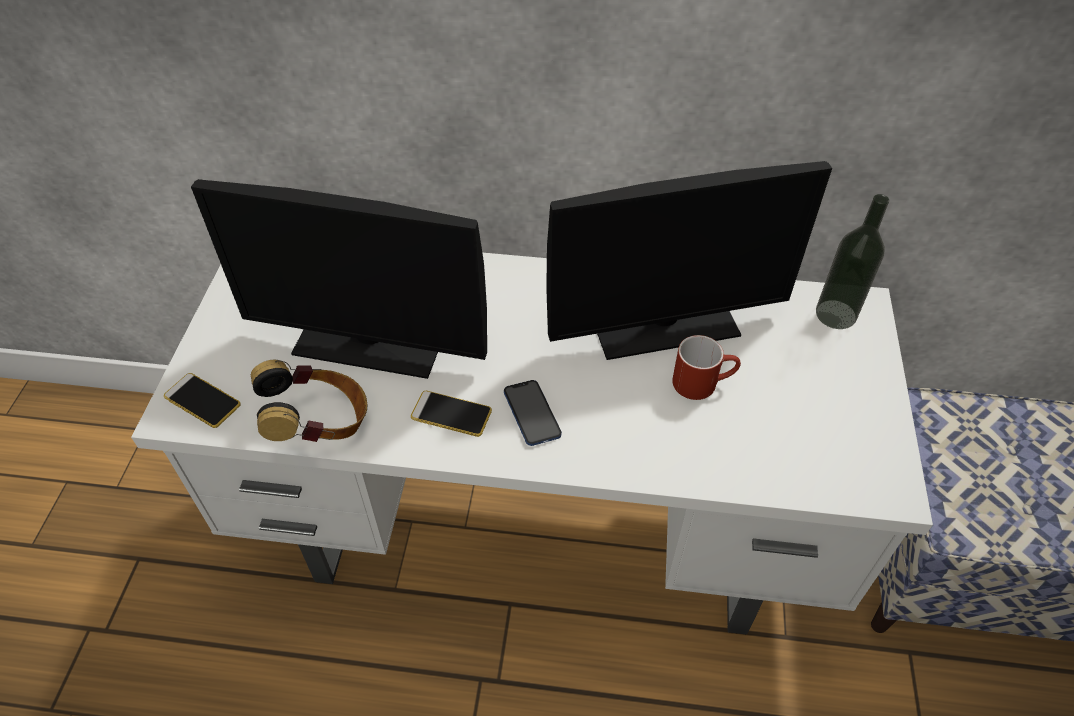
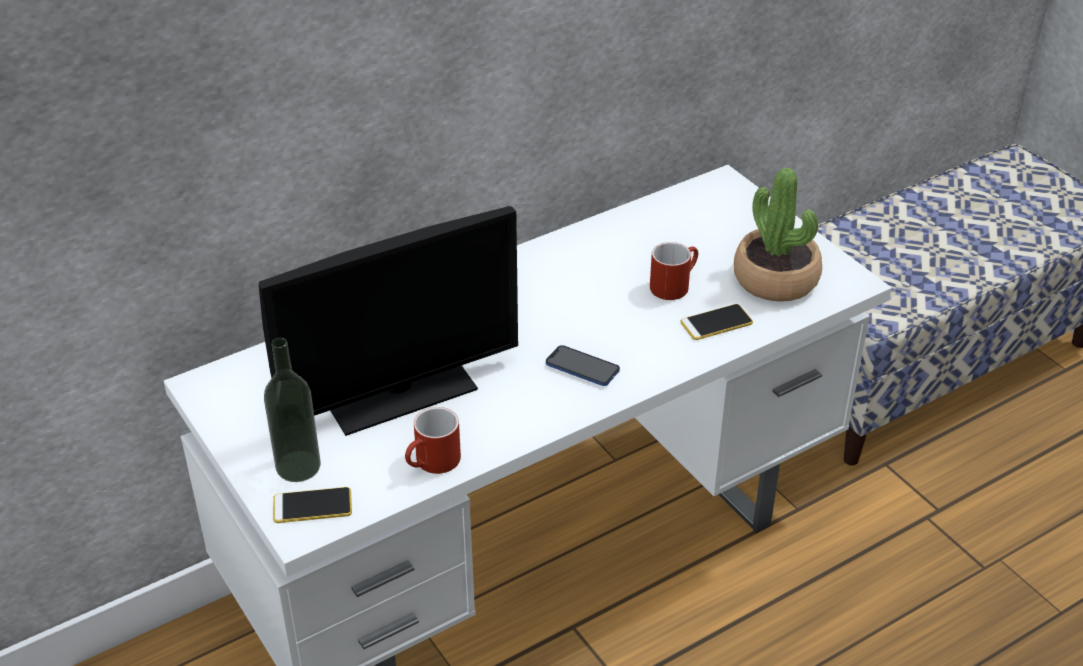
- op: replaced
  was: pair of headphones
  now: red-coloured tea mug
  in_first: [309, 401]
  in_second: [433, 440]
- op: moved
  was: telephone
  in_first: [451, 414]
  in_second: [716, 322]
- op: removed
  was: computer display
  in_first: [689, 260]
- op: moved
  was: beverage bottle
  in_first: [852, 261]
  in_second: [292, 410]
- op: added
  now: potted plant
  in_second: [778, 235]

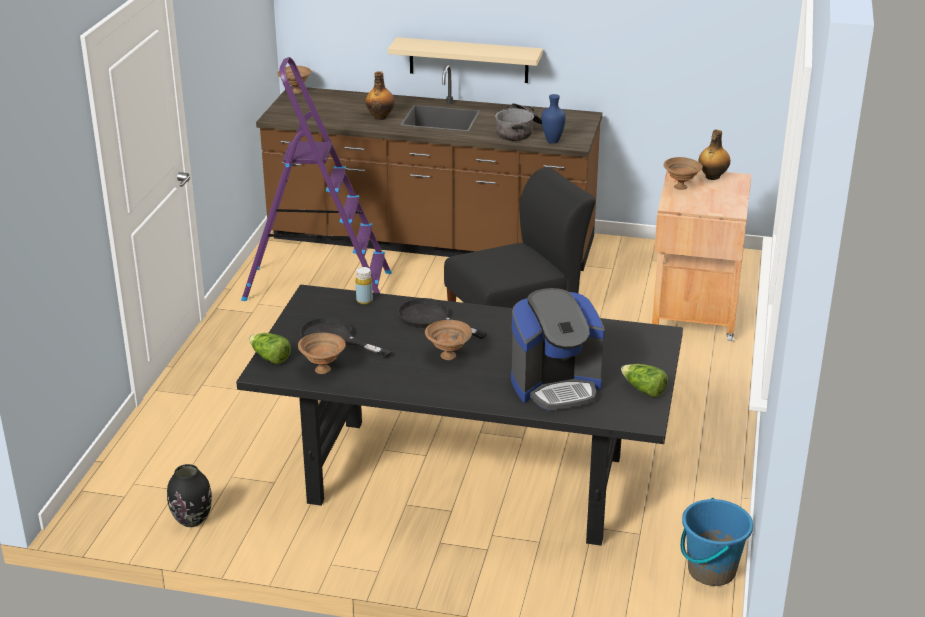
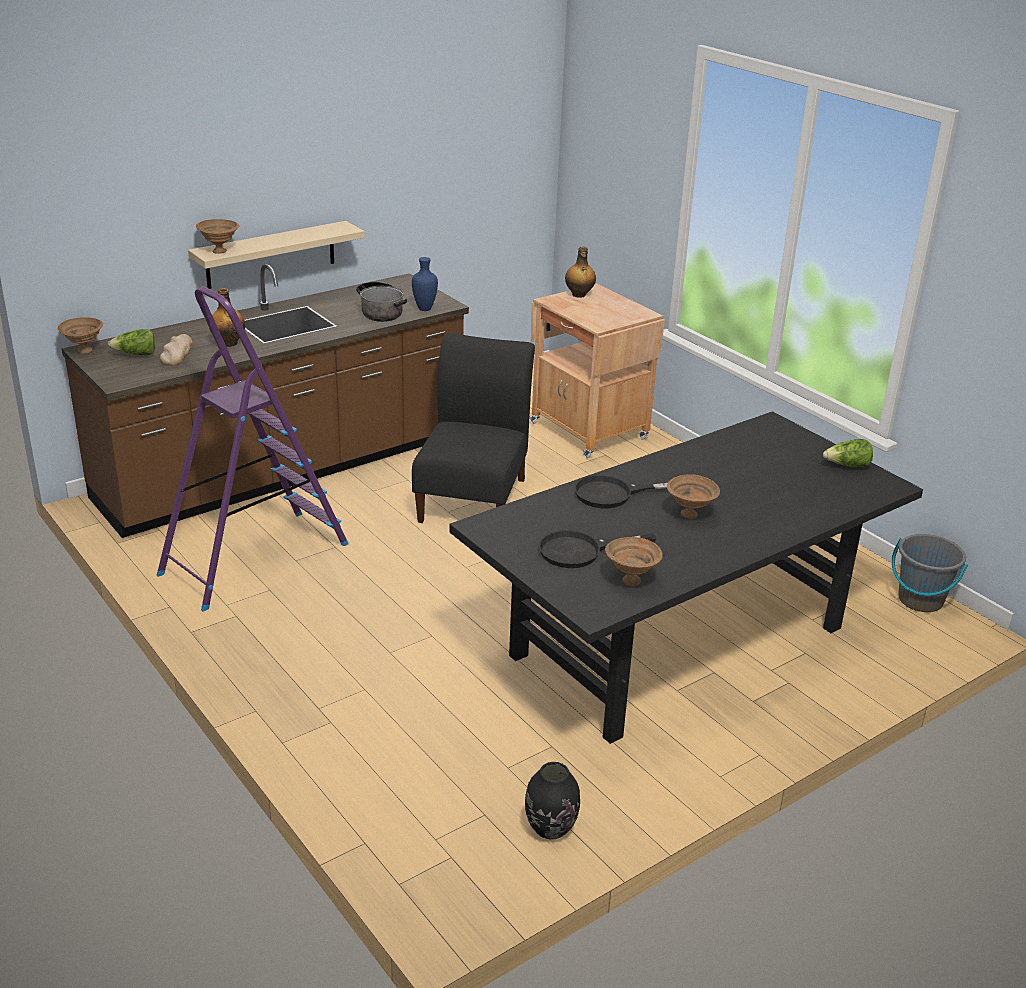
- op: moved
  was: head of lettuce
  in_first: [270, 348]
  in_second: [131, 342]
- op: removed
  was: yellow-coloured beverage bottle
  in_first: [364, 285]
- op: removed
  was: coffee brewer
  in_first: [558, 349]
- op: moved
  was: brown deep dish
  in_first: [683, 173]
  in_second: [217, 236]
- op: recoloured
  was: blue bucket
  now: greyish bucket
  in_first: [716, 542]
  in_second: [929, 573]
- op: added
  now: bread
  in_second: [176, 349]

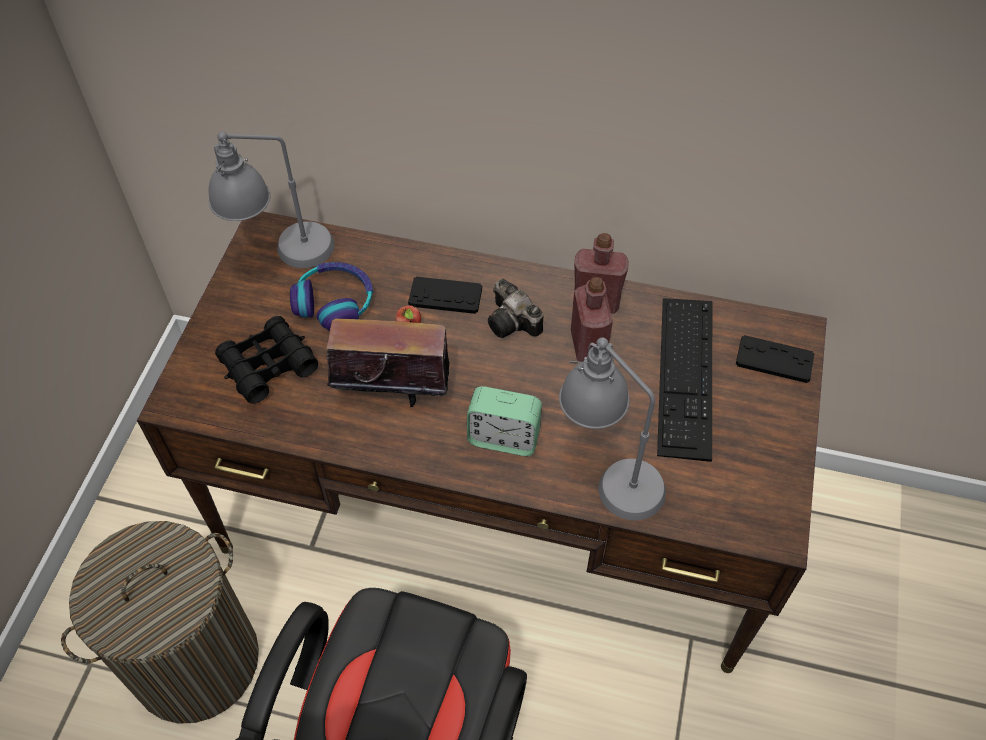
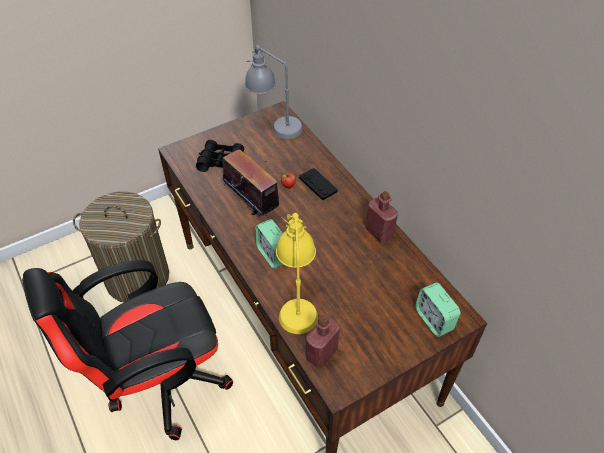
- op: removed
  was: pair of headphones
  in_first: [331, 296]
- op: removed
  was: photo camera
  in_first: [515, 308]
- op: recoloured
  was: greyish table lamp
  now: yellow-coloured table lamp
  in_first: [612, 429]
  in_second: [297, 273]
- op: moved
  was: red-coloured beverage bottle
  in_first: [592, 319]
  in_second: [323, 341]
- op: removed
  was: PC keyboard
  in_first: [684, 380]
- op: replaced
  was: blackish game controller
  now: bedside clock
  in_first: [775, 359]
  in_second: [438, 309]

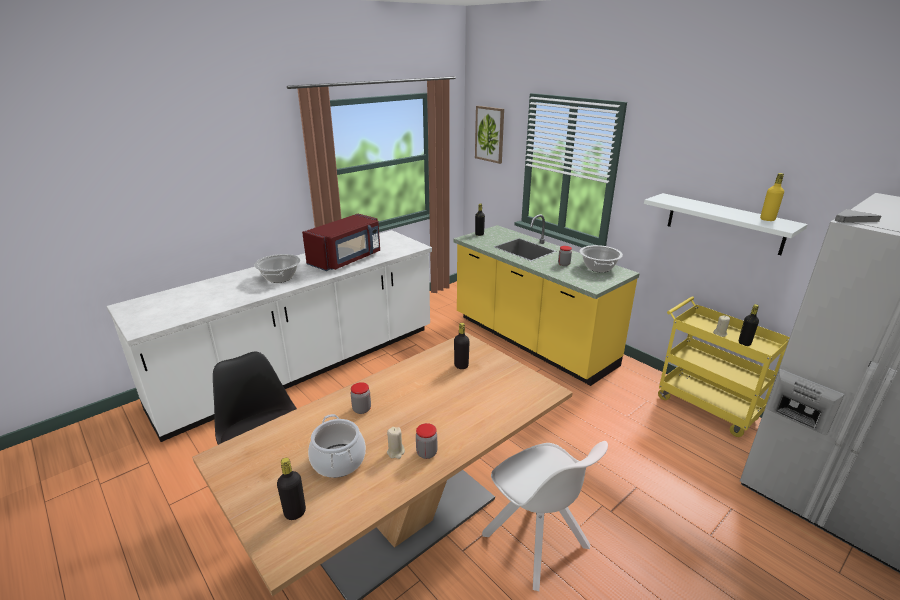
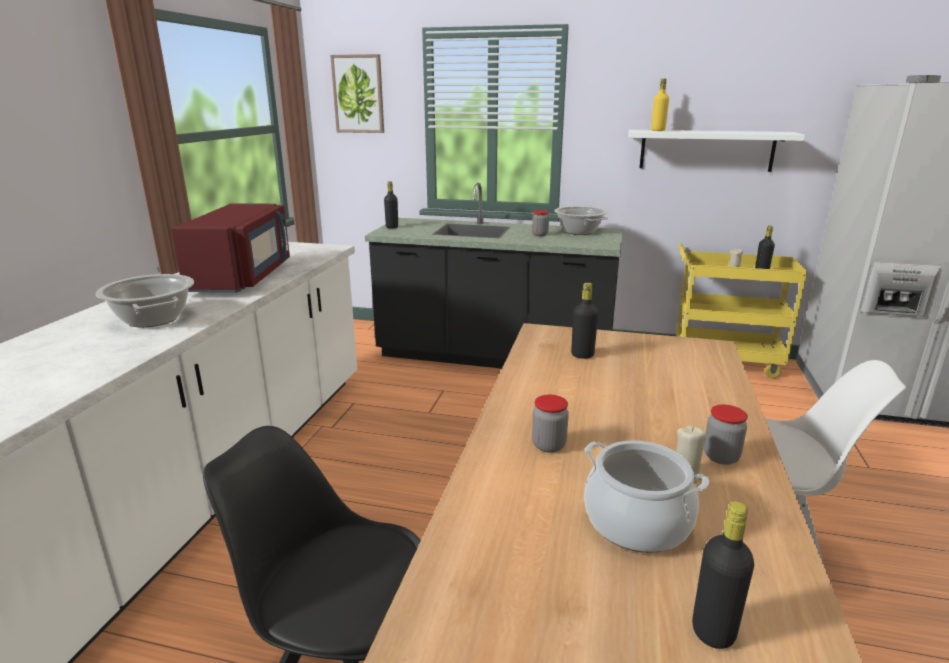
- op: recoloured
  was: yellow-coloured kitchen base unit
  now: blackish kitchen base unit
  in_first: [546, 300]
  in_second: [494, 276]
- op: moved
  was: yellow-coloured beverage bottle
  in_first: [772, 197]
  in_second: [660, 104]

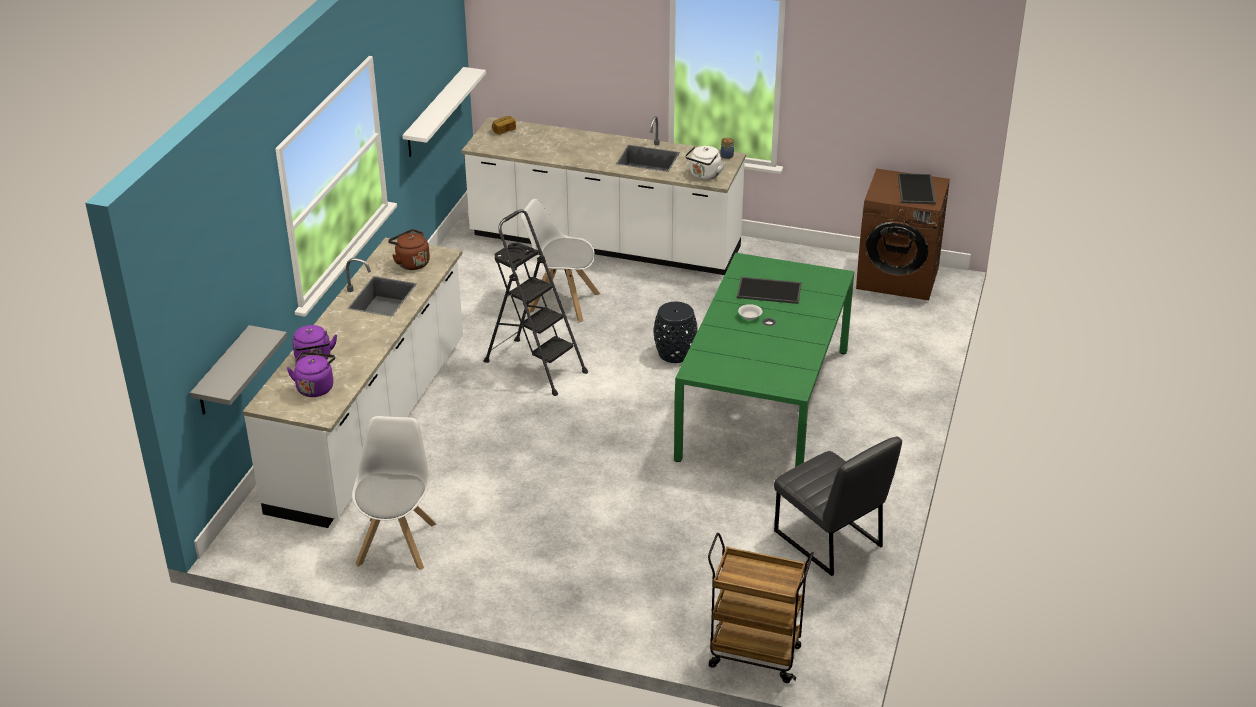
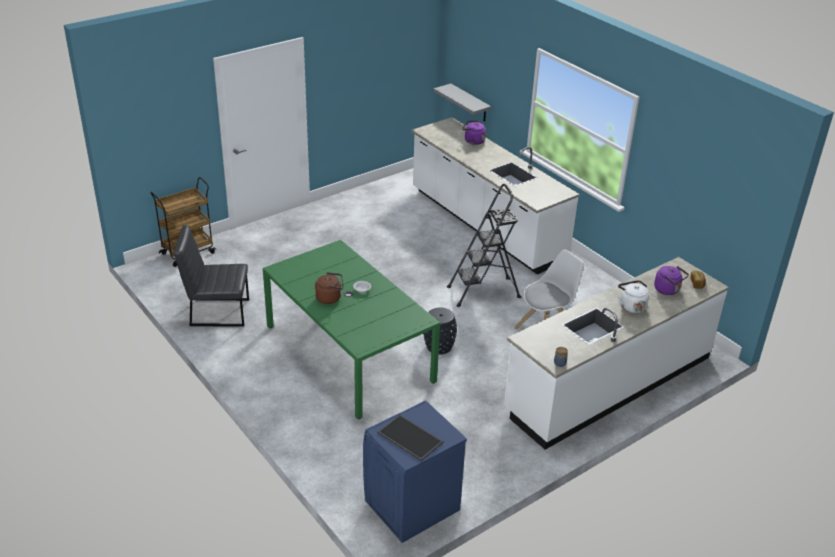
- op: moved
  was: purple-coloured water kettle
  in_first: [310, 374]
  in_second: [671, 280]
- op: removed
  was: plain chair
  in_first: [394, 493]
- op: moved
  was: brown water kettle
  in_first: [409, 249]
  in_second: [329, 288]
- op: removed
  was: white bracket shelf
  in_first: [444, 112]
- op: moved
  was: white water kettle
  in_first: [705, 163]
  in_second: [633, 296]
- op: removed
  was: tray
  in_first: [769, 290]
- op: recoloured
  was: brown laundry machine
  now: blue laundry machine
  in_first: [903, 235]
  in_second: [415, 471]

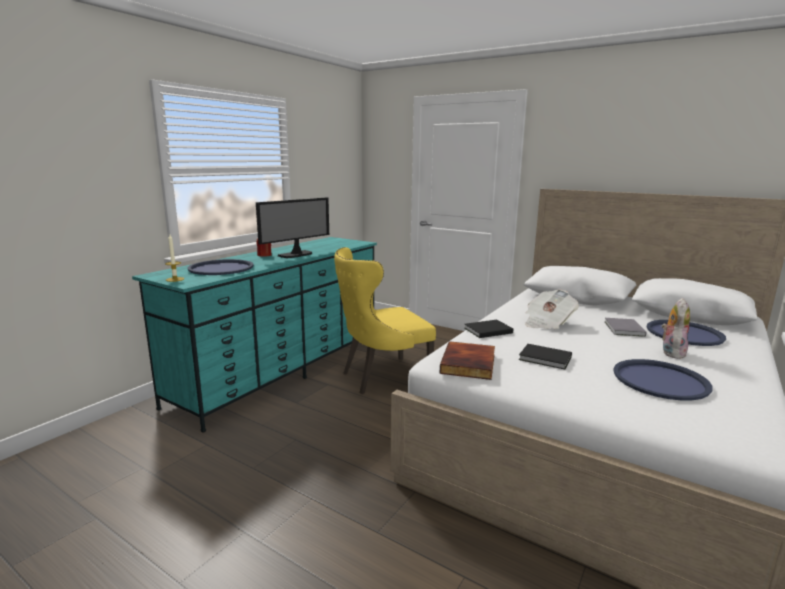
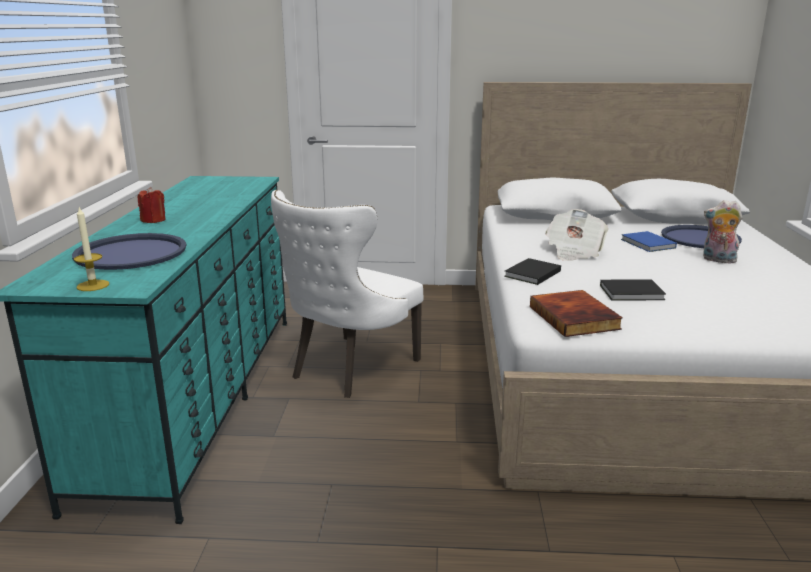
- op: removed
  was: computer display
  in_first: [292, 227]
- op: recoloured
  was: yellow-coloured plain chair
  now: white plain chair
  in_first: [385, 320]
  in_second: [347, 294]
- op: recoloured
  was: greyish volume
  now: blue volume
  in_first: [625, 327]
  in_second: [649, 241]
- op: removed
  was: blue tray
  in_first: [663, 380]
- op: turned
  was: plush toy
  in_first: [675, 328]
  in_second: [722, 232]
  clockwise: -60

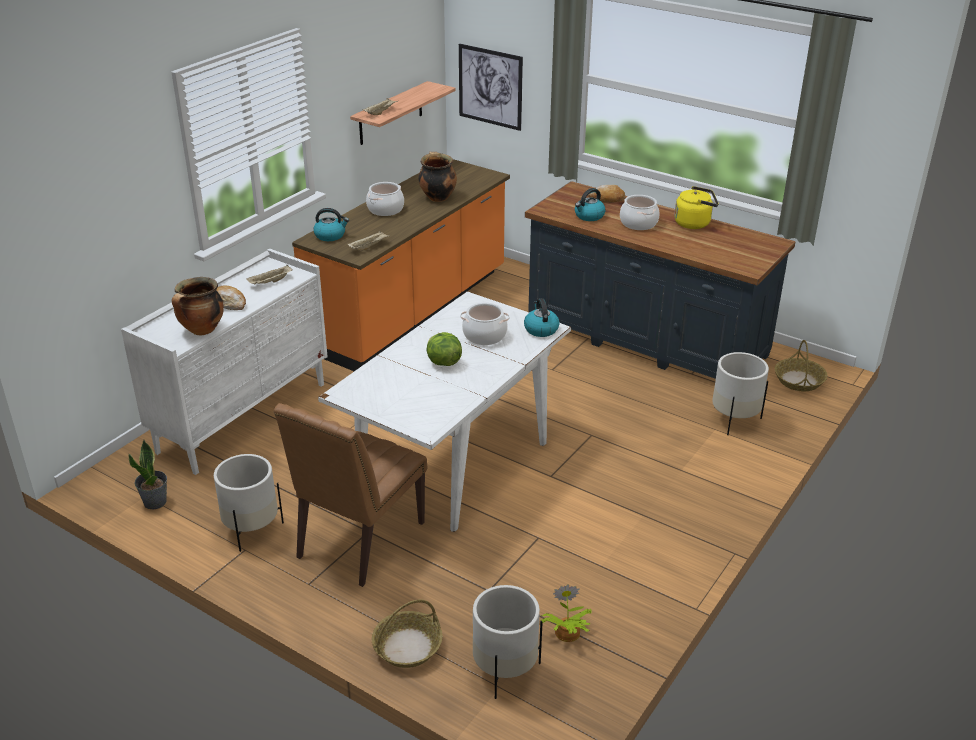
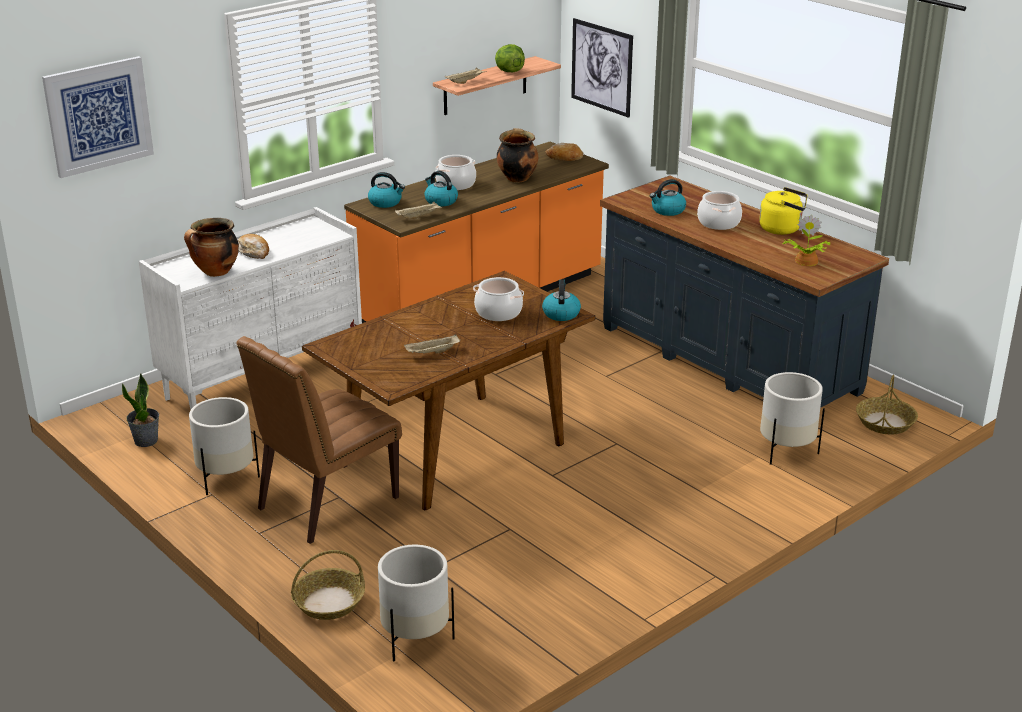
- op: moved
  was: beige tray
  in_first: [269, 274]
  in_second: [432, 344]
- op: recoloured
  was: white dining table
  now: brown dining table
  in_first: [444, 411]
  in_second: [448, 390]
- op: moved
  was: head of lettuce
  in_first: [444, 349]
  in_second: [510, 58]
- op: moved
  was: potted plant
  in_first: [566, 613]
  in_second: [806, 240]
- op: moved
  was: bread
  in_first: [606, 194]
  in_second: [564, 152]
- op: added
  now: wall picture
  in_second: [98, 117]
- op: added
  now: water kettle
  in_second: [441, 189]

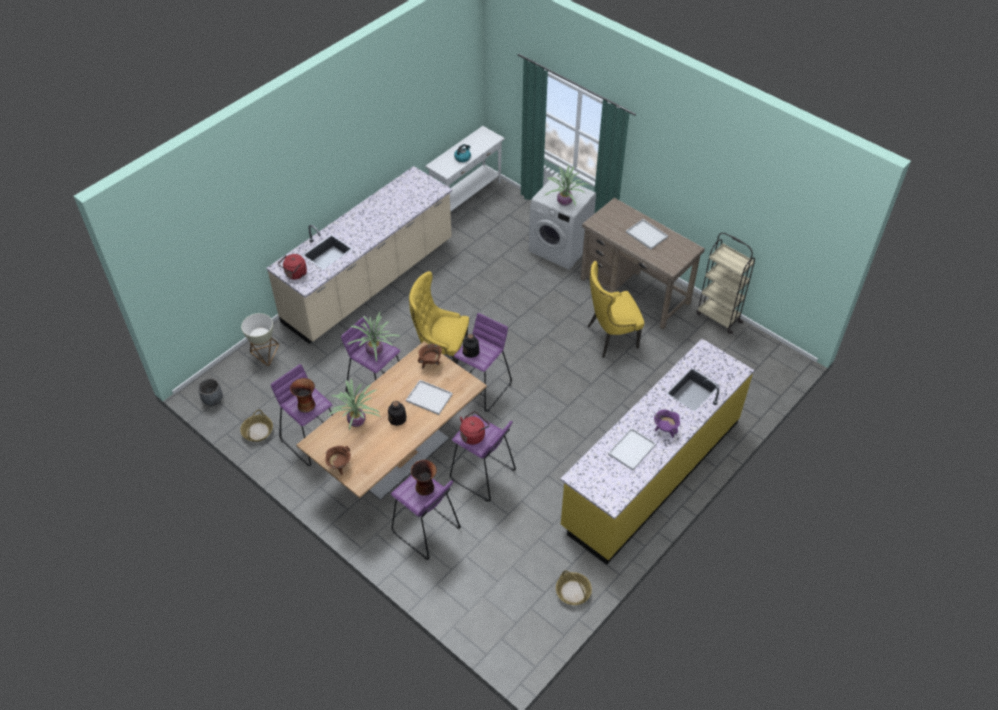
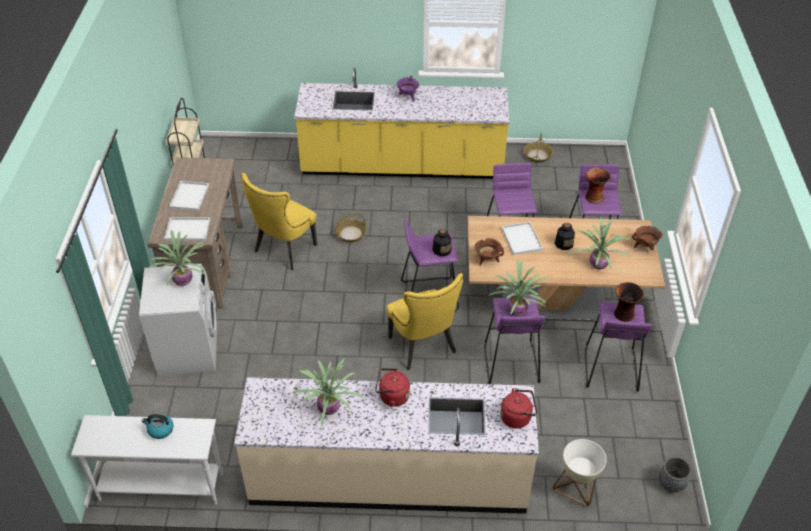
- op: moved
  was: basket
  in_first: [256, 426]
  in_second: [351, 227]
- op: moved
  was: red-coloured water kettle
  in_first: [475, 428]
  in_second: [392, 387]
- op: turned
  was: yellow-coloured plain chair
  in_first: [615, 309]
  in_second: [279, 221]
  clockwise: 90
- op: moved
  was: white tray
  in_first: [632, 449]
  in_second: [187, 229]
- op: added
  now: potted plant
  in_second: [328, 393]

